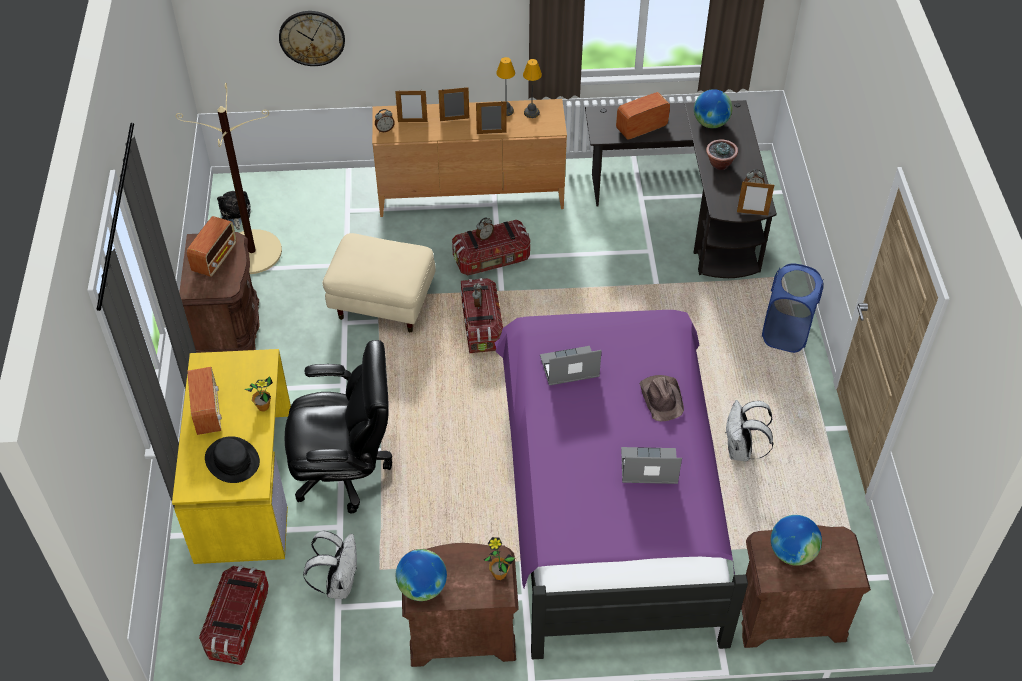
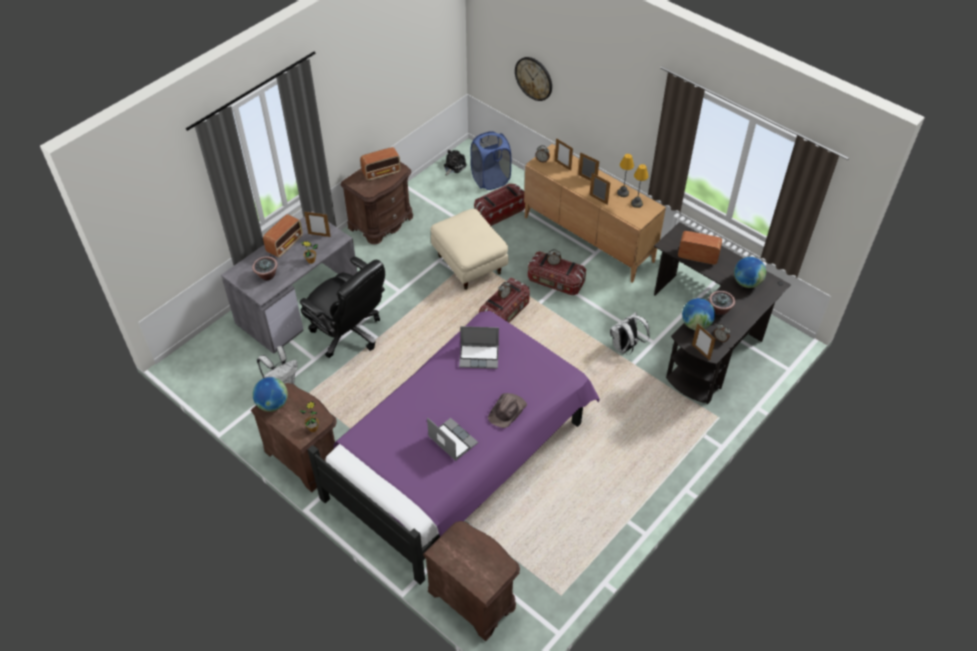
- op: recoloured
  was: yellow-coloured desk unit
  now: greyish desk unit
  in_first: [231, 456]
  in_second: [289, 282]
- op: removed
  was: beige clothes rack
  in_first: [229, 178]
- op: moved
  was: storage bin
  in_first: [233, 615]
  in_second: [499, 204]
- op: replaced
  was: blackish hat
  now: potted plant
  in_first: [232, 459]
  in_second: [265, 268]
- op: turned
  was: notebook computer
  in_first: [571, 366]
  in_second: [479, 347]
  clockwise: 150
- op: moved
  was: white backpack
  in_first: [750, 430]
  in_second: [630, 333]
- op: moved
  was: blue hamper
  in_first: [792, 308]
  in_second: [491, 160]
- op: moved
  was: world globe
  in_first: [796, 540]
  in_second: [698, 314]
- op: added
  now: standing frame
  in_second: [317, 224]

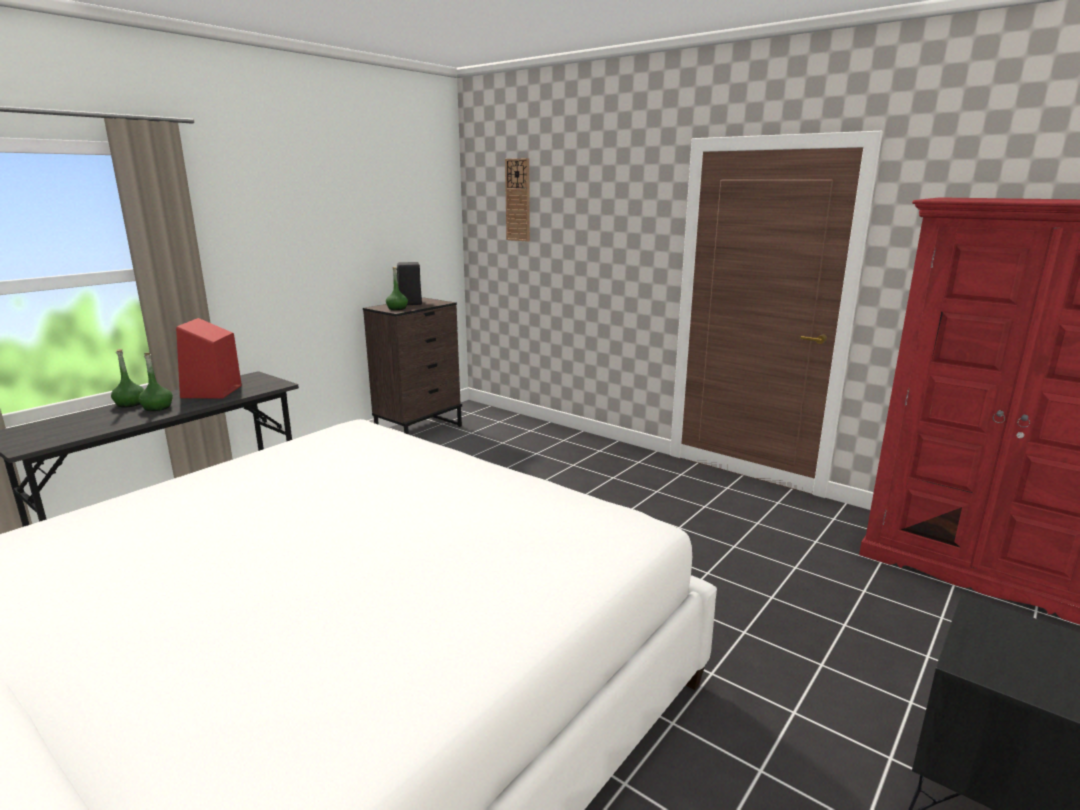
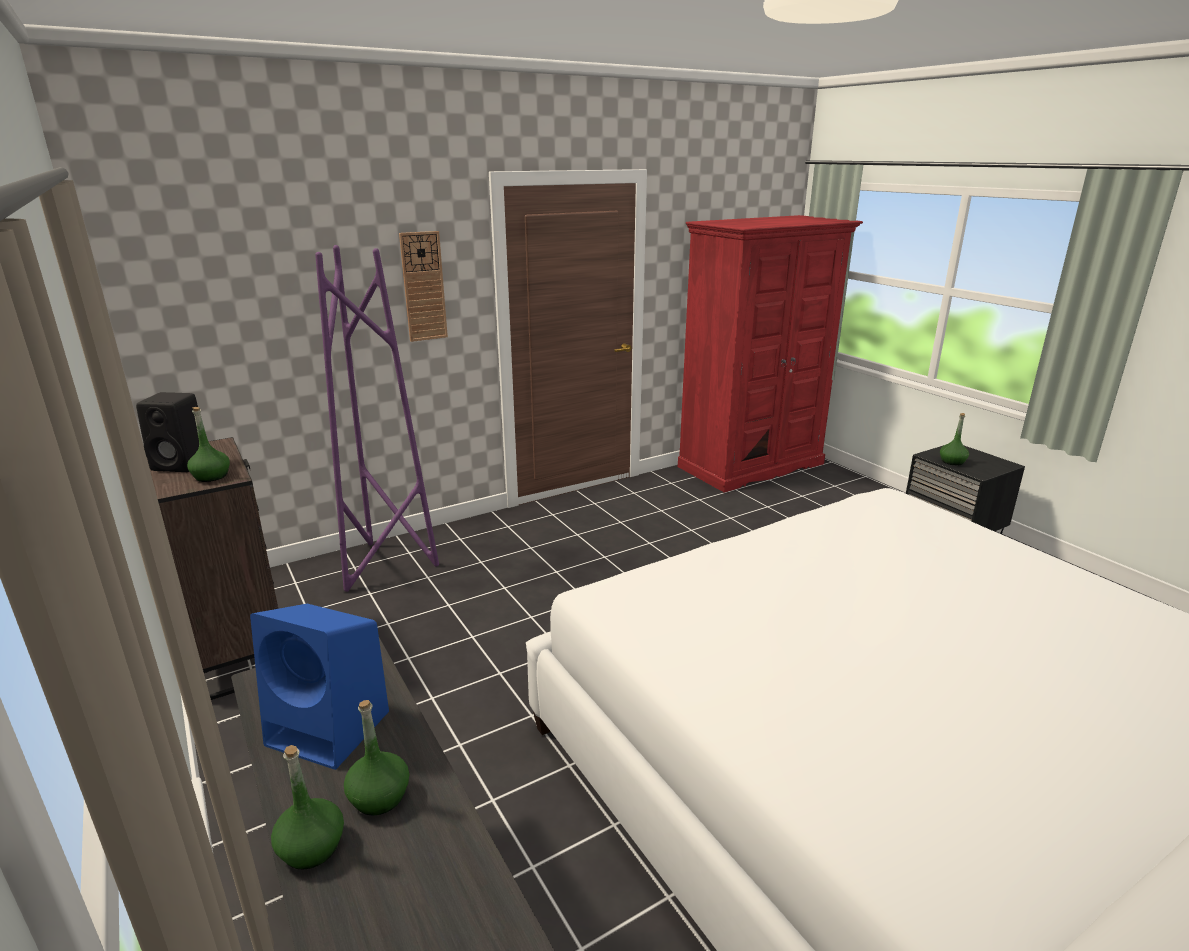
- op: recoloured
  was: red-coloured audio speaker
  now: blue audio speaker
  in_first: [209, 358]
  in_second: [319, 687]
- op: moved
  was: hanging clock
  in_first: [517, 200]
  in_second: [423, 286]
- op: added
  now: purple-coloured clothes rack
  in_second: [377, 418]
- op: added
  now: green-coloured beverage bottle
  in_second: [954, 439]

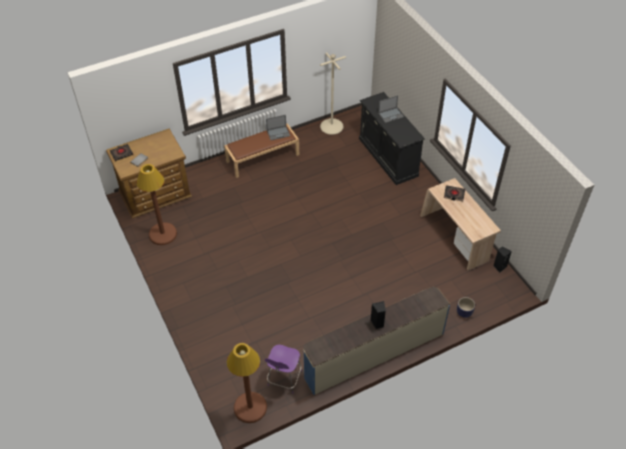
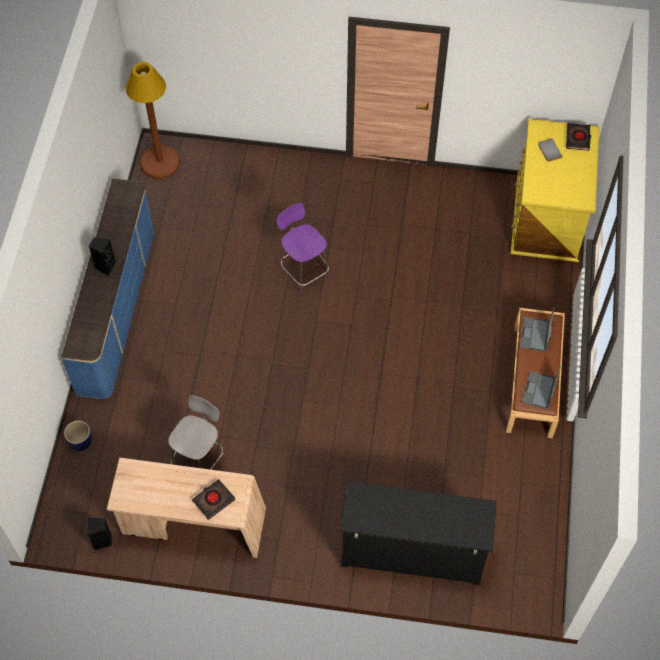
- op: recoloured
  was: brown drawer chest
  now: yellow-coloured drawer chest
  in_first: [149, 173]
  in_second: [555, 190]
- op: removed
  was: brown standing lamp
  in_first: [157, 204]
- op: moved
  was: purple-coloured plain chair
  in_first: [283, 369]
  in_second: [303, 248]
- op: removed
  was: beige clothes rack
  in_first: [333, 93]
- op: moved
  was: notebook computer
  in_first: [391, 109]
  in_second: [537, 329]
- op: added
  now: greyish plain chair
  in_second: [196, 432]

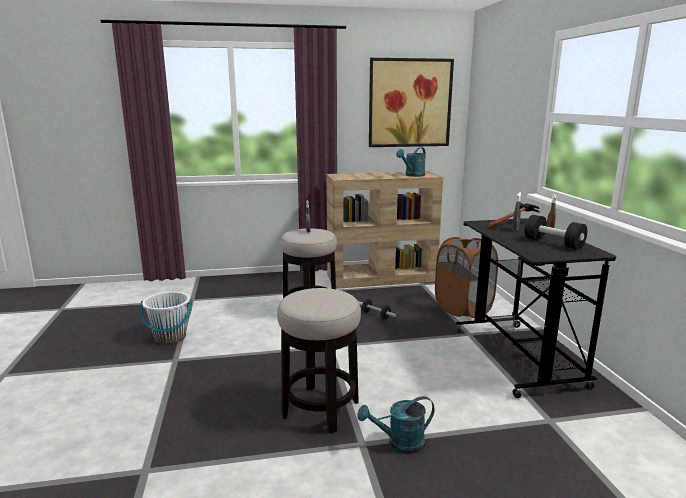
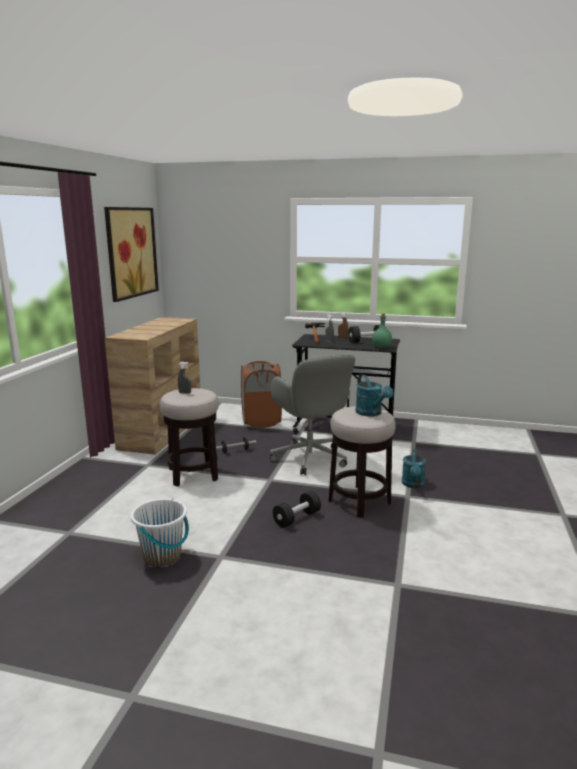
- op: moved
  was: turquoise watering can
  in_first: [411, 162]
  in_second: [374, 395]
- op: added
  now: greyish office chair
  in_second: [312, 415]
- op: added
  now: blackish free weight
  in_second: [297, 509]
- op: added
  now: green-coloured beverage bottle
  in_second: [382, 330]

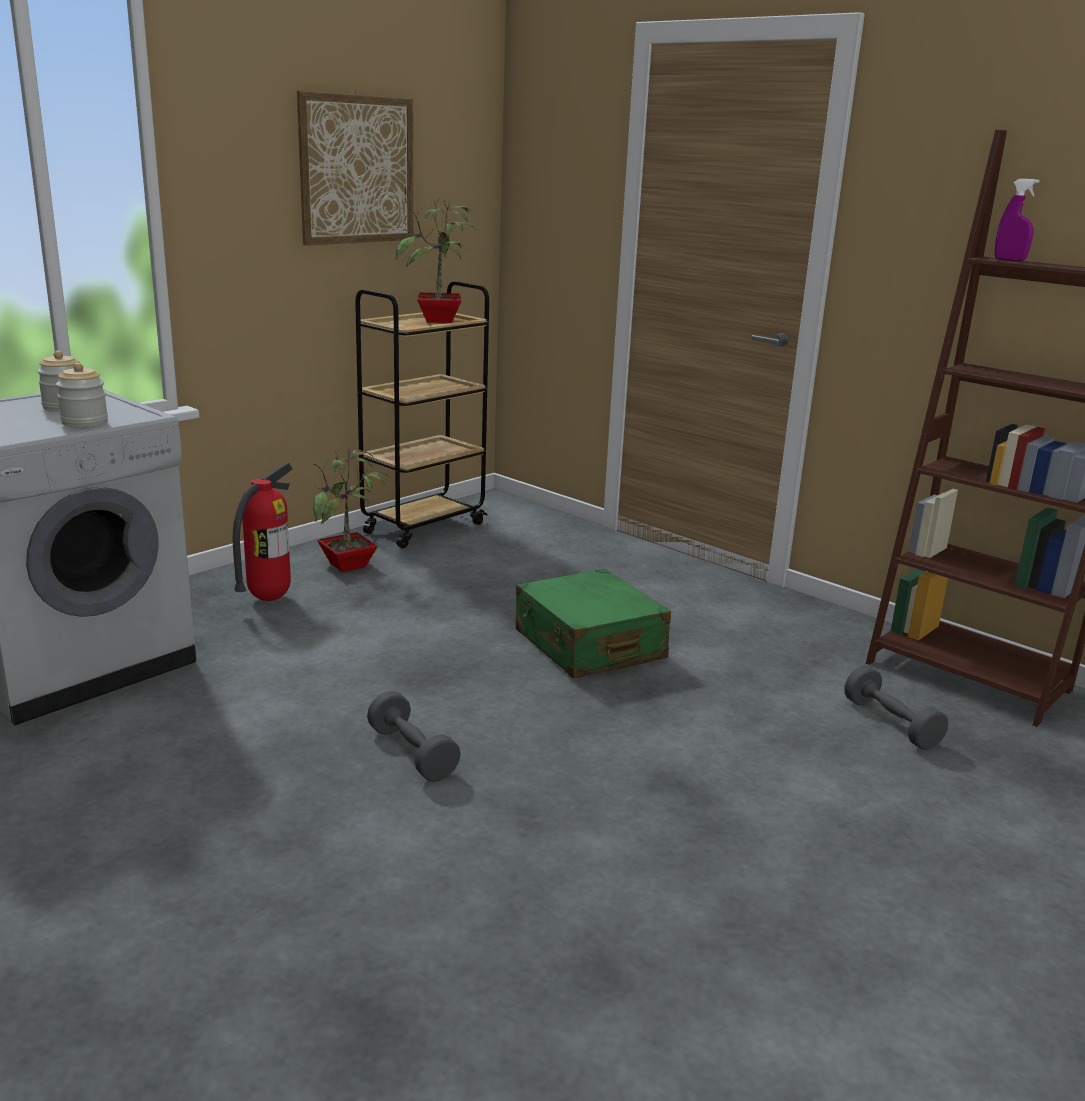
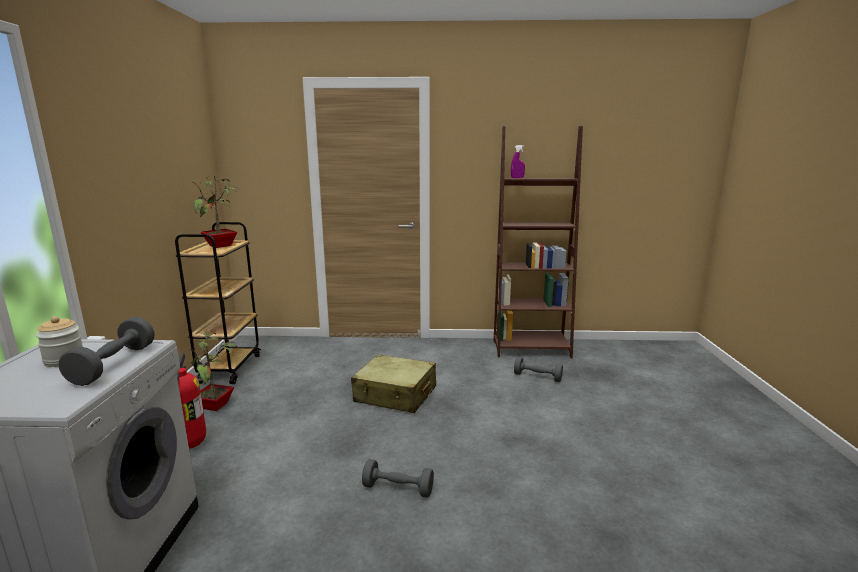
- op: replaced
  was: preserve jar
  now: greyish free weight
  in_first: [82, 395]
  in_second: [106, 351]
- op: removed
  was: wall picture
  in_first: [355, 168]
- op: recoloured
  was: green-coloured travel case
  now: beige travel case
  in_first: [593, 623]
  in_second: [393, 384]

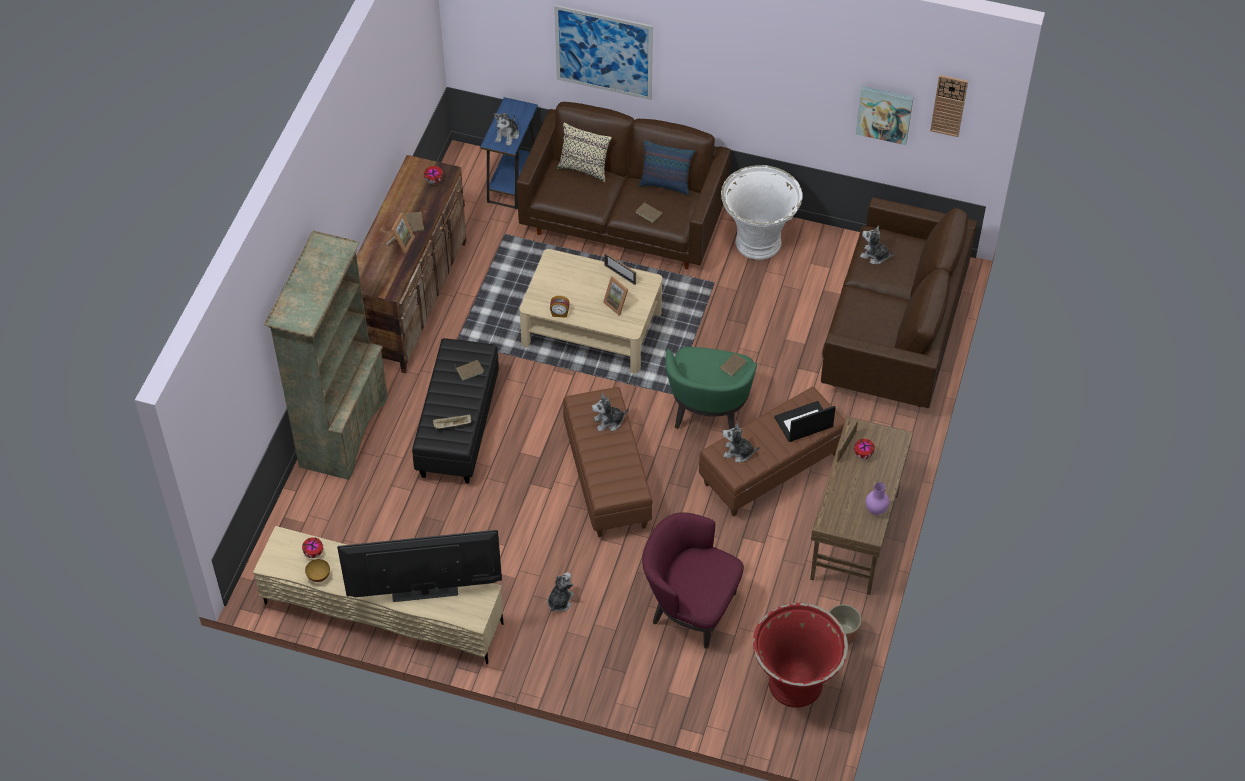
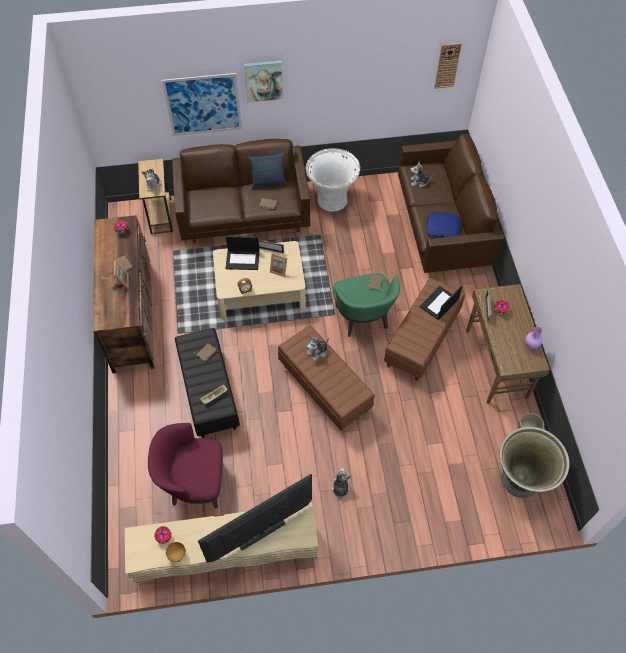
- op: removed
  was: green-coloured bookcase
  in_first: [326, 355]
- op: recoloured
  was: blue side table
  now: brown side table
  in_first: [509, 153]
  in_second: [155, 196]
- op: removed
  was: beige pillow
  in_first: [584, 152]
- op: moved
  was: purple-coloured armchair
  in_first: [693, 580]
  in_second: [185, 466]
- op: removed
  was: plush toy
  in_first: [741, 442]
- op: recoloured
  was: red-coloured plant pot
  now: greyish plant pot
  in_first: [800, 655]
  in_second: [535, 462]
- op: moved
  was: wall picture
  in_first: [885, 115]
  in_second: [263, 81]
- op: added
  now: notebook computer
  in_second: [242, 253]
- op: added
  now: blue pillow
  in_second: [443, 225]

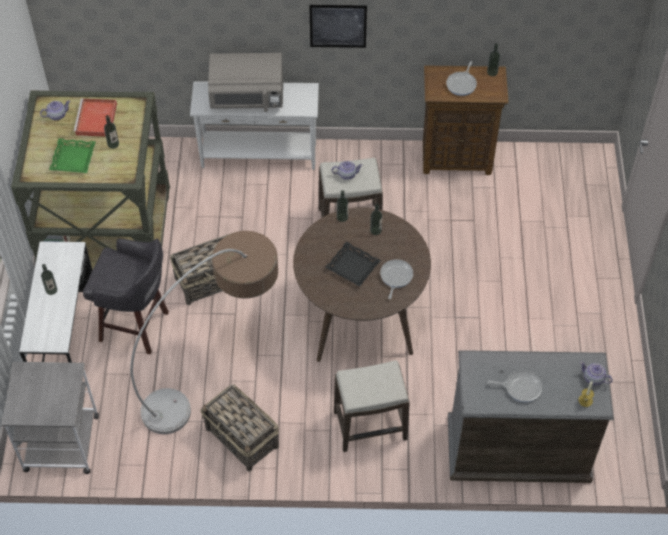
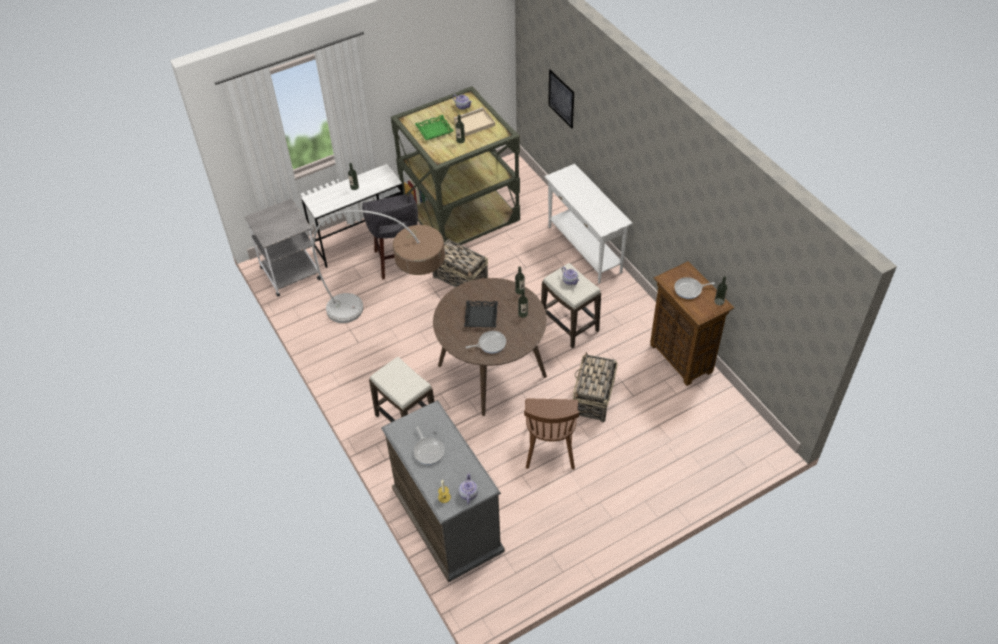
- op: recoloured
  was: red-coloured tray
  now: beige tray
  in_first: [95, 117]
  in_second: [474, 122]
- op: moved
  was: basket
  in_first: [239, 427]
  in_second: [595, 387]
- op: removed
  was: greyish kitchen microwave
  in_first: [245, 82]
- op: moved
  was: wall picture
  in_first: [338, 26]
  in_second: [561, 99]
- op: added
  now: brown plain chair
  in_second: [551, 434]

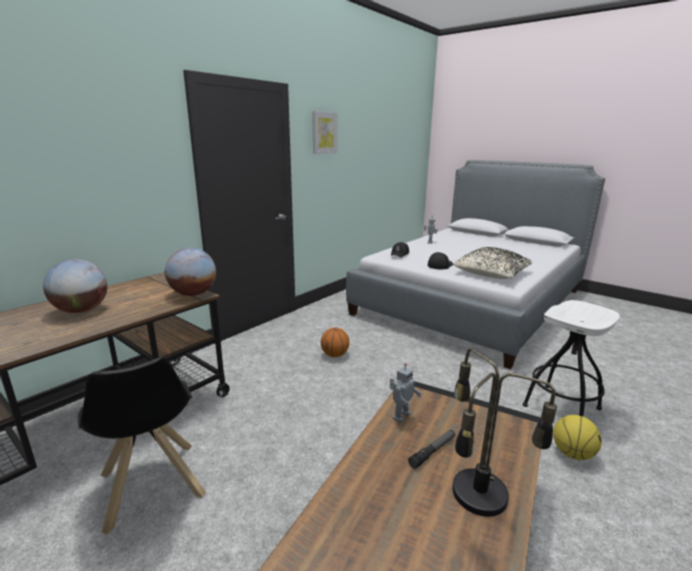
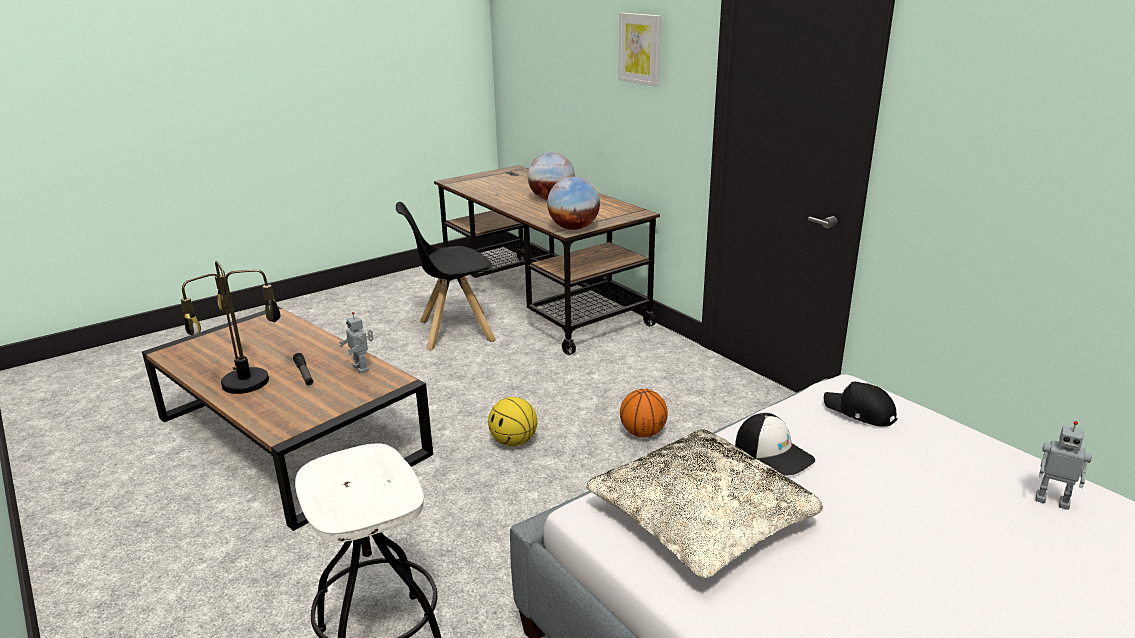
- op: moved
  was: wall picture
  in_first: [325, 132]
  in_second: [640, 50]
- op: moved
  was: ball for basketball
  in_first: [577, 437]
  in_second: [512, 421]

